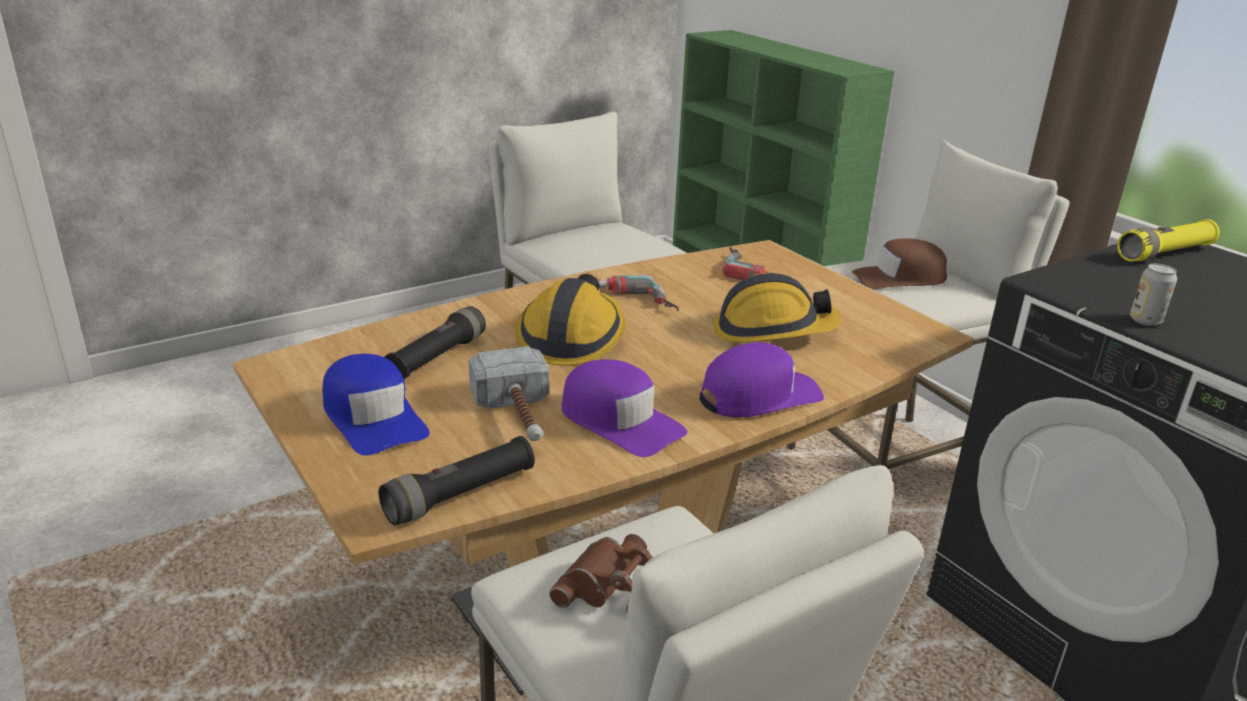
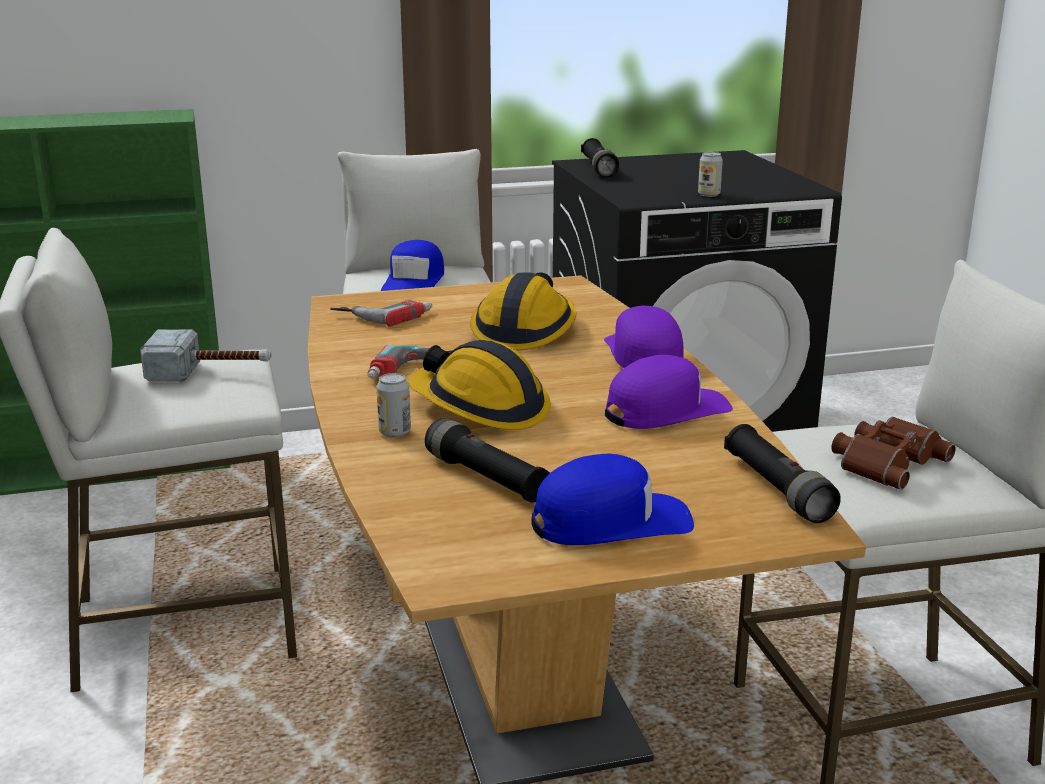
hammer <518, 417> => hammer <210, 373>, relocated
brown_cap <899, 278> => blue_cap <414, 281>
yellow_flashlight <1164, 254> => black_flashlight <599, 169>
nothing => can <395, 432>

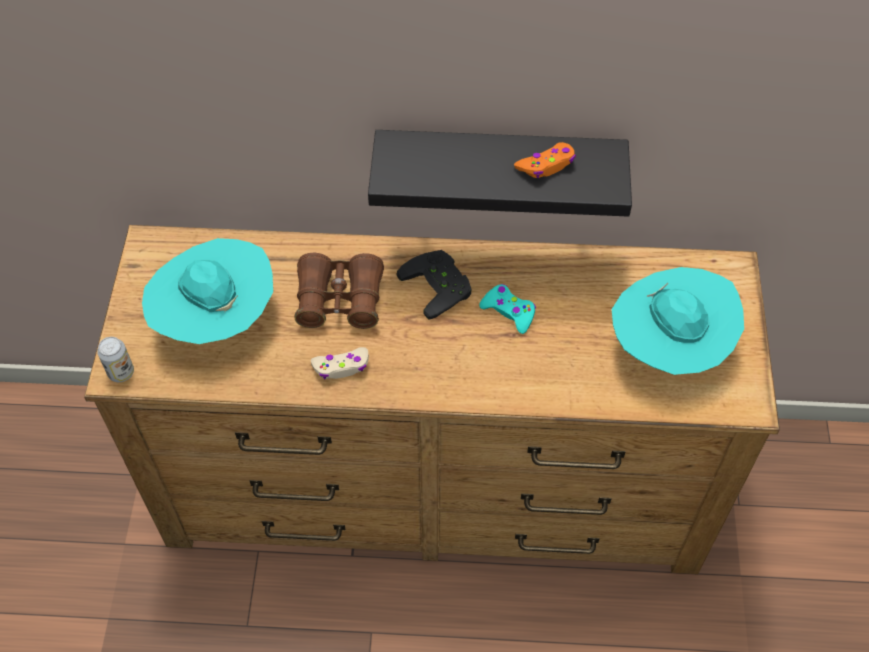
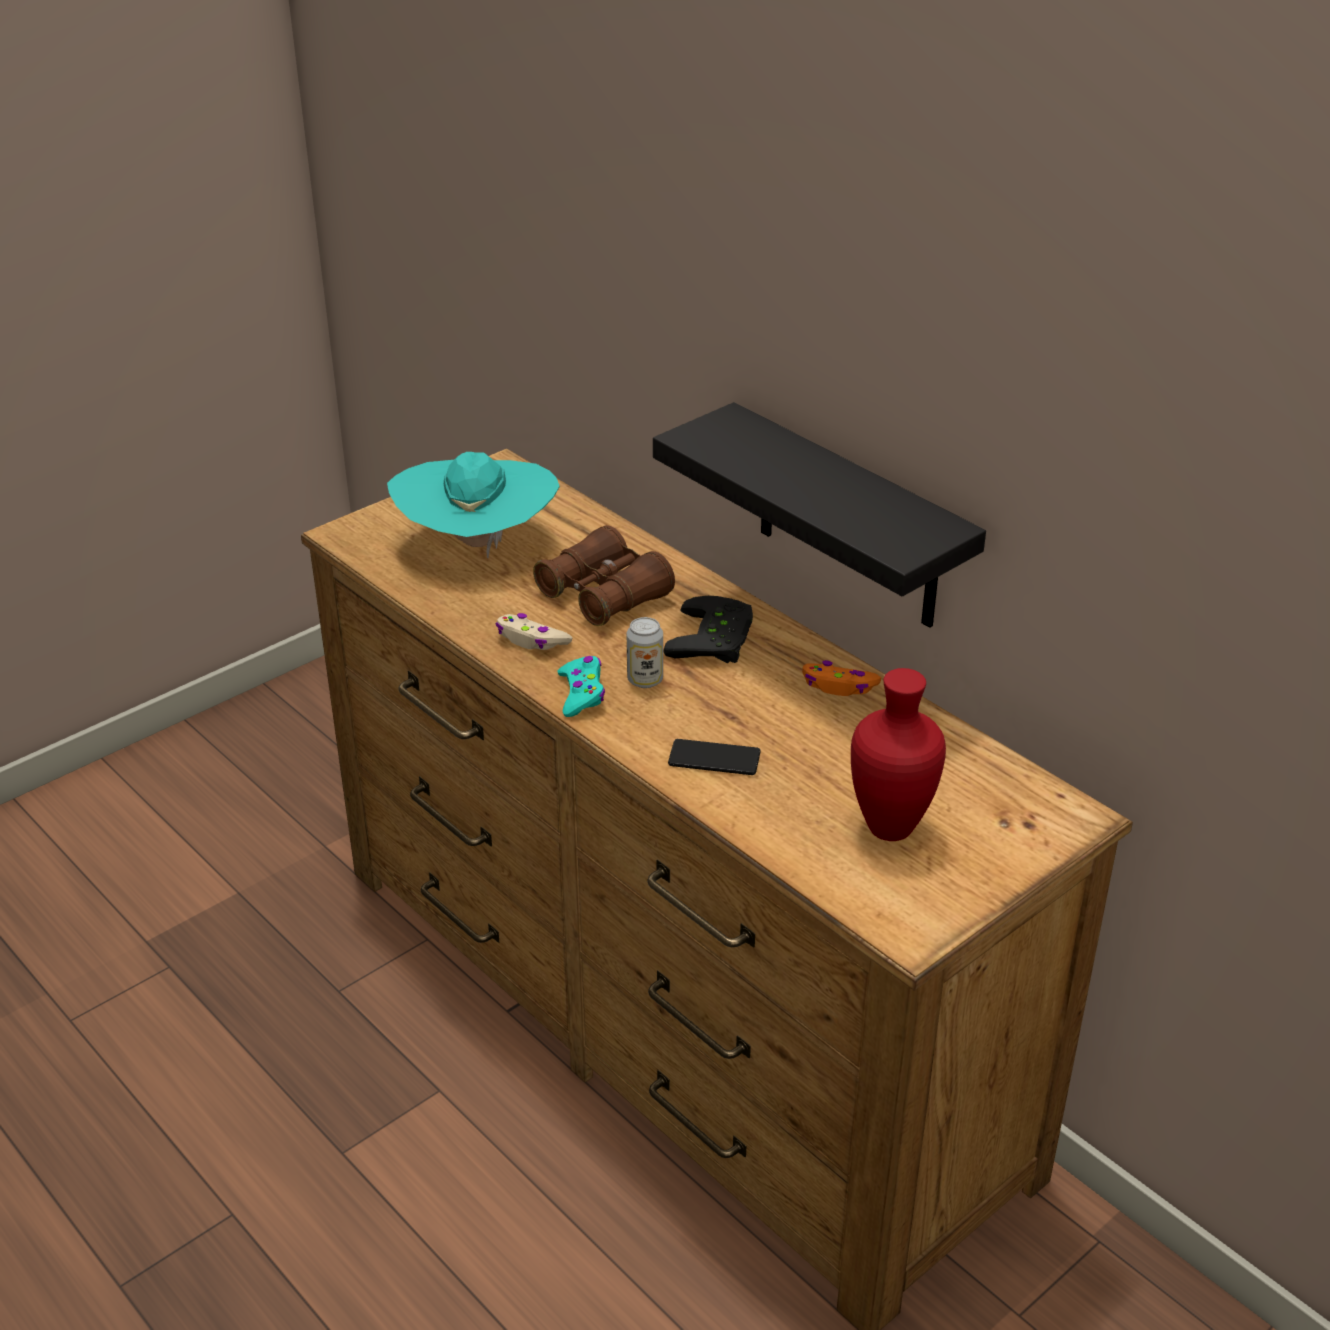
can <121, 372> => can <645, 680>, relocated
turquoise_game_controller <509, 311> => turquoise_game_controller <582, 693>, relocated
orange_game_controller <546, 165> => orange_game_controller <839, 686>, relocated
turquoise_hat <669, 348> => red_vase <887, 829>
nothing => phone <714, 758>

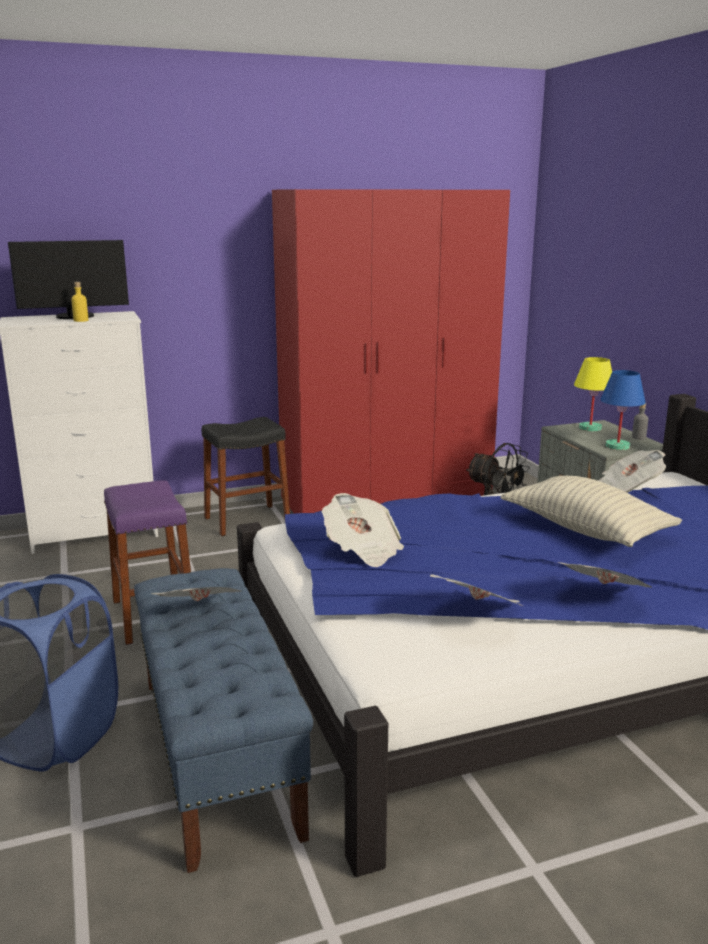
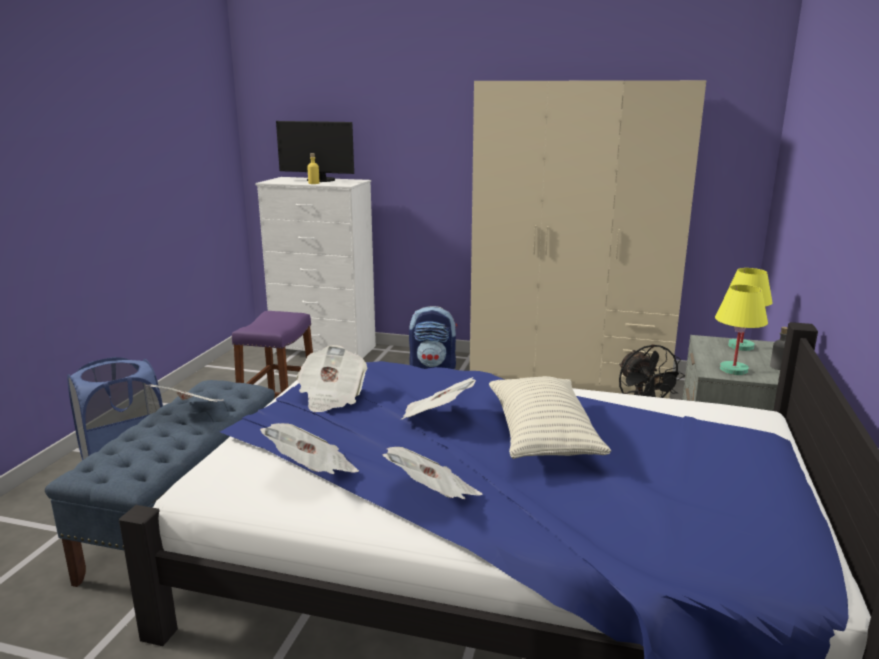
black_stool <247, 520> => backpack <433, 366>
red_wardrobe <387, 498> => beige_wardrobe <569, 377>
newspaper <625, 490> => newspaper <436, 417>, relocated
blue_table_lamp <617, 446> => yellow_table_lamp <733, 370>

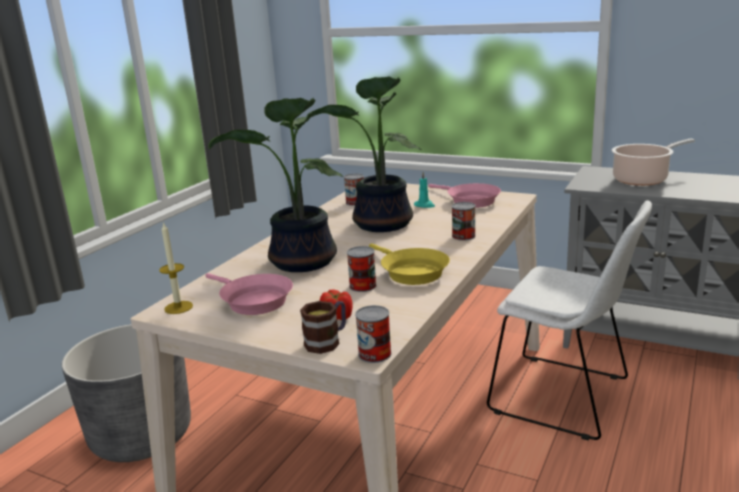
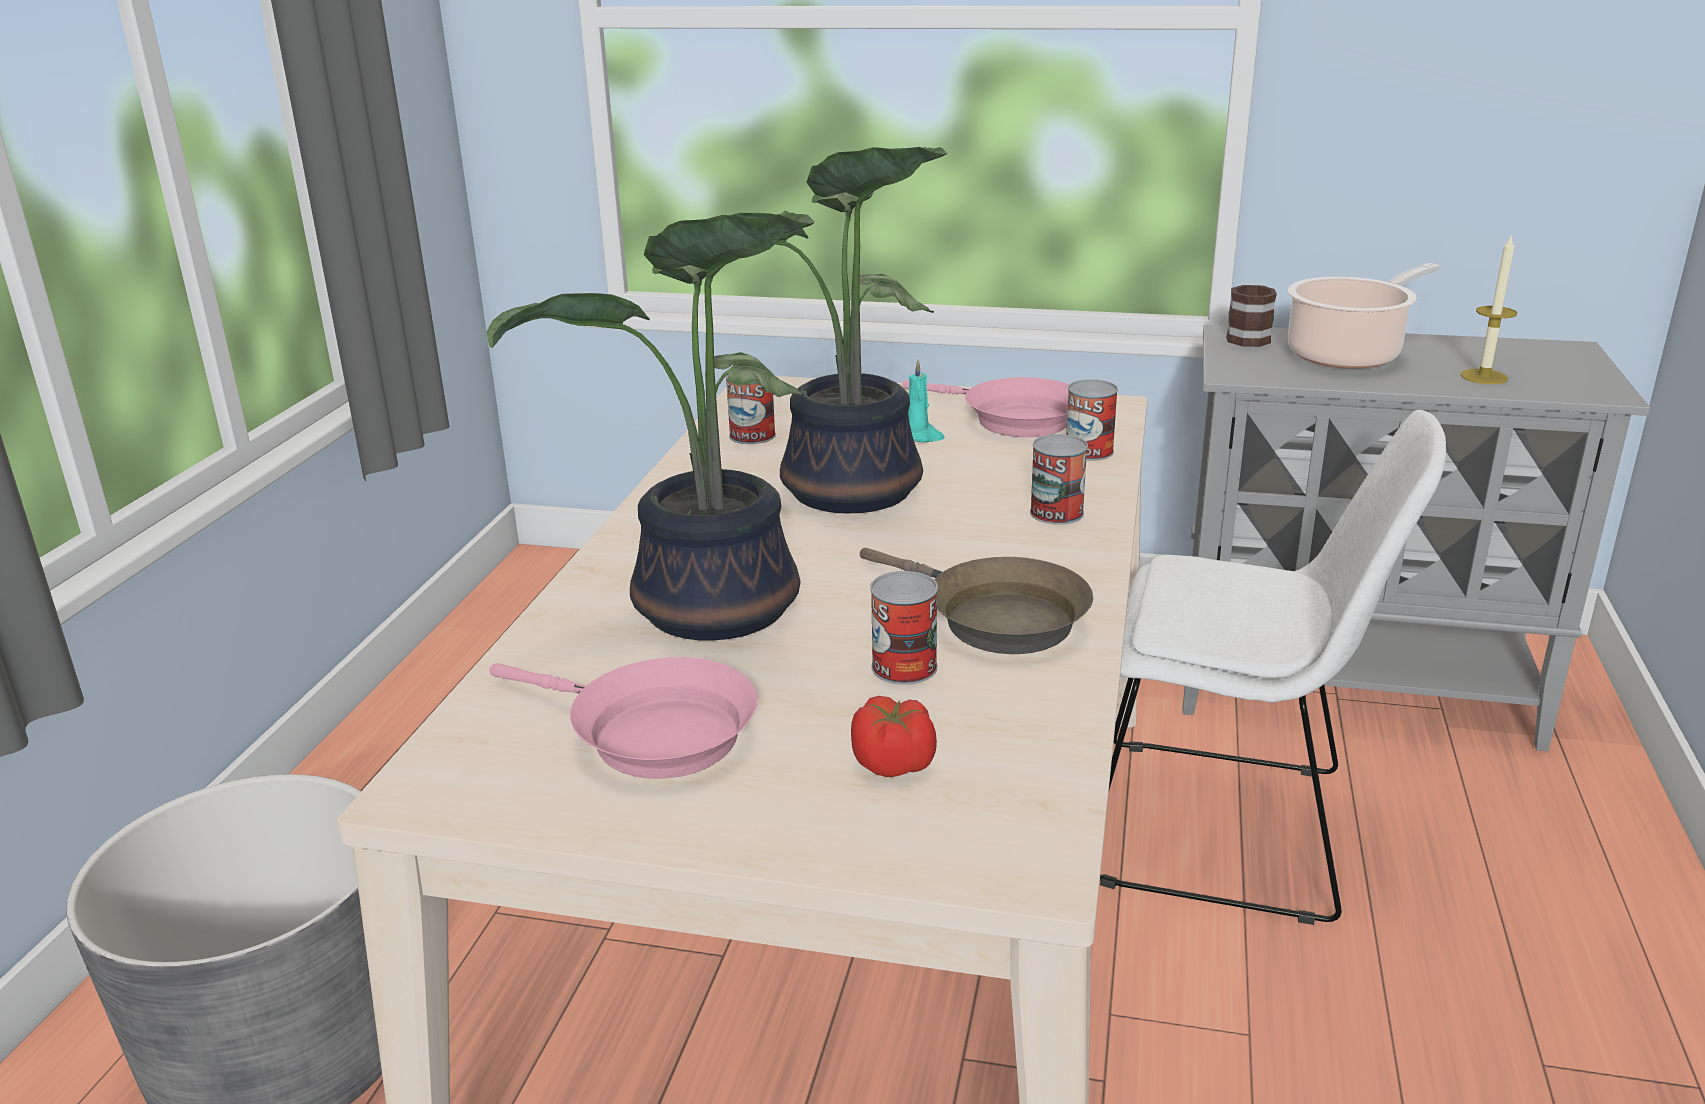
candle <178, 307> => candle <1484, 377>, relocated
mug <327, 341> => mug <1251, 337>, relocated
can <374, 354> => can <1089, 451>, relocated
yellow_frying_pan <410, 272> => brown_frying_pan <995, 619>

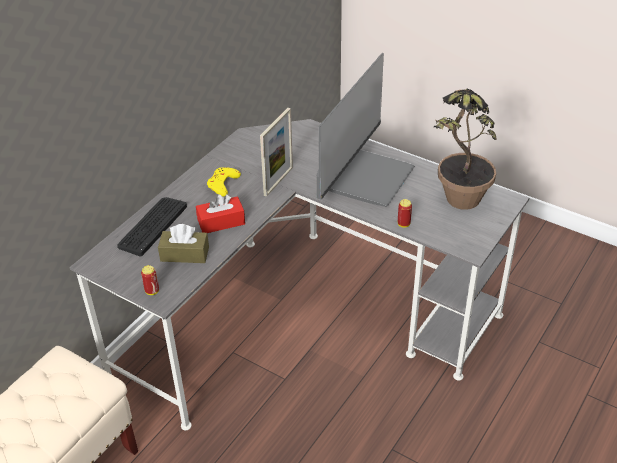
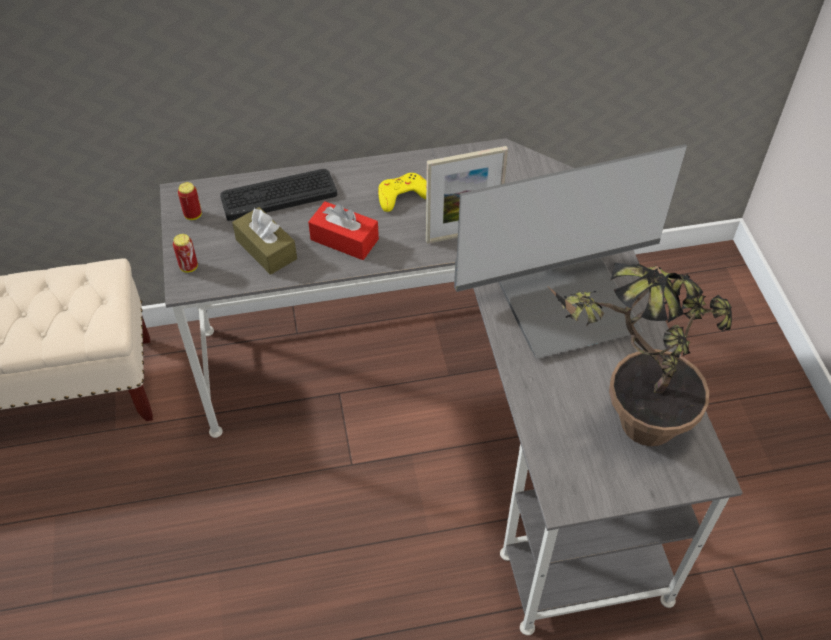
can <403, 224> => can <193, 215>, relocated

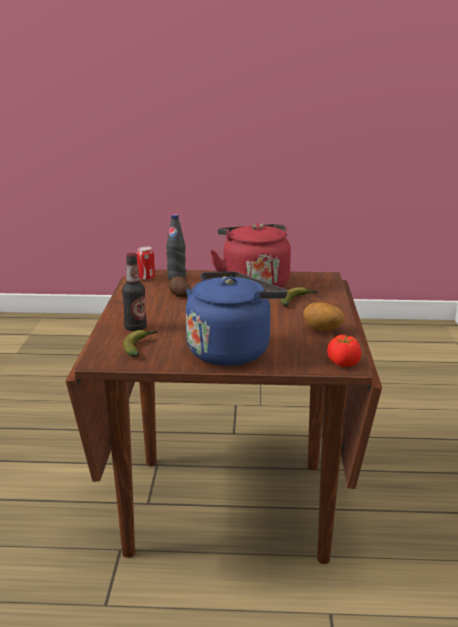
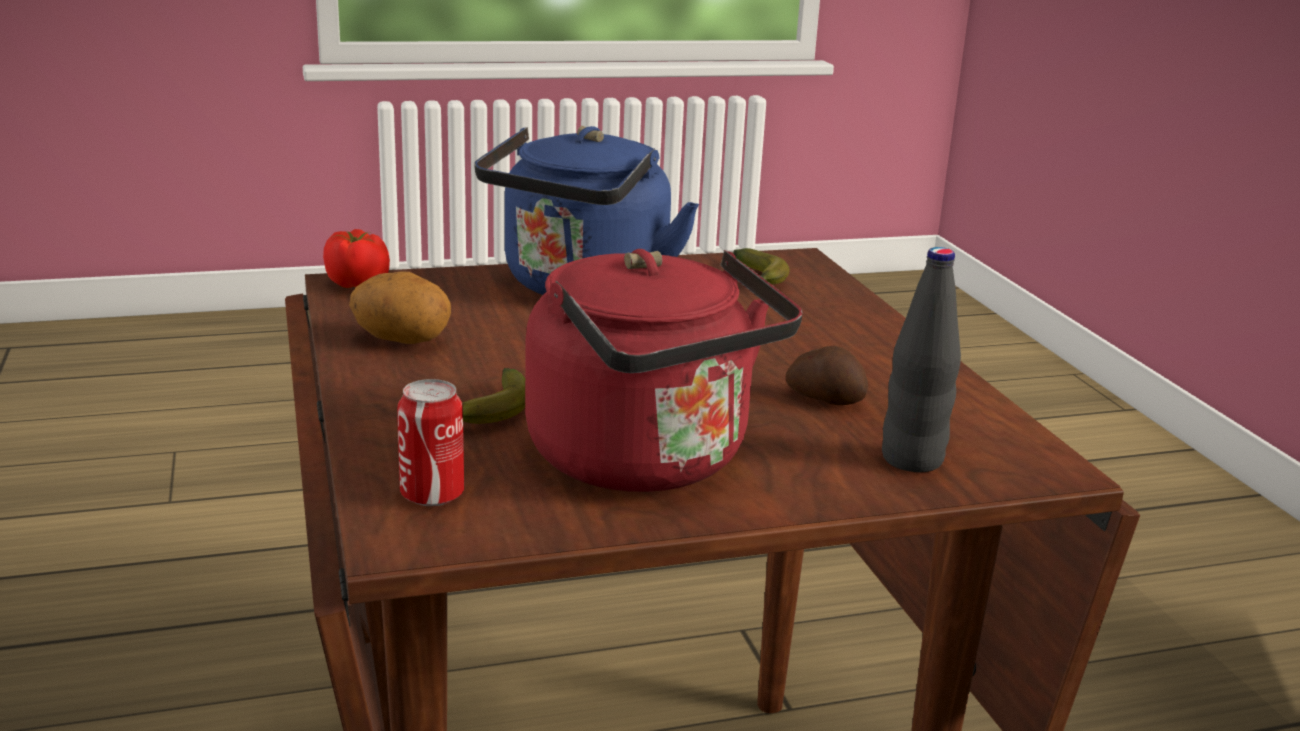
bottle <135, 328> => nothing
can <146, 278> => can <432, 495>, relocated

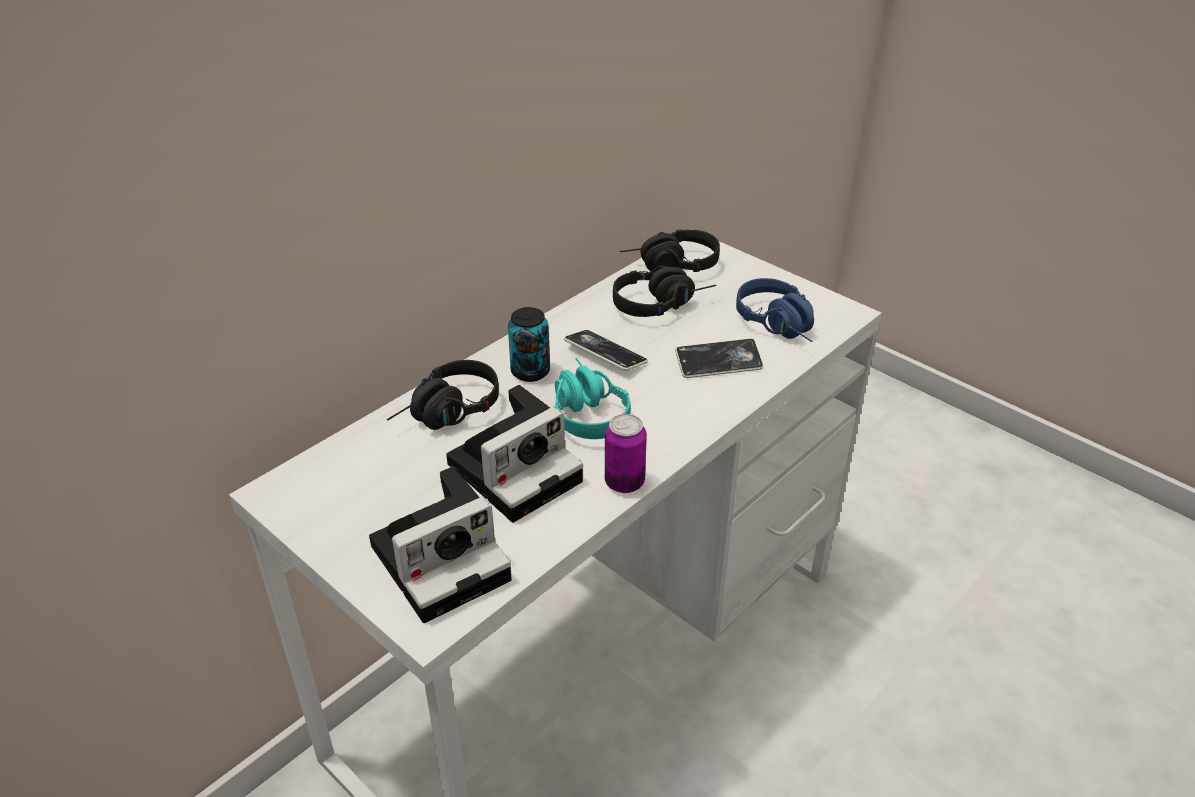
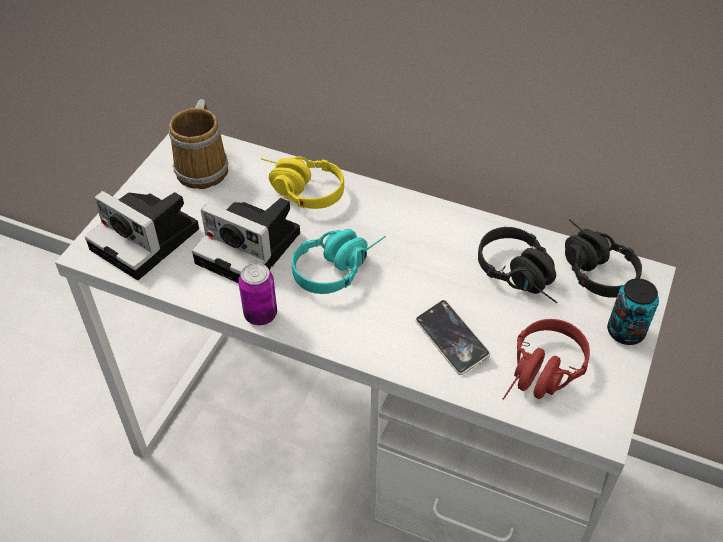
black_headphones <446, 414> => yellow_headphones <299, 191>
can <530, 371> => can <625, 332>, relocated
phone <605, 354> => nothing
blue_headphones <781, 326> => red_headphones <540, 377>
nothing => mug <204, 168>

